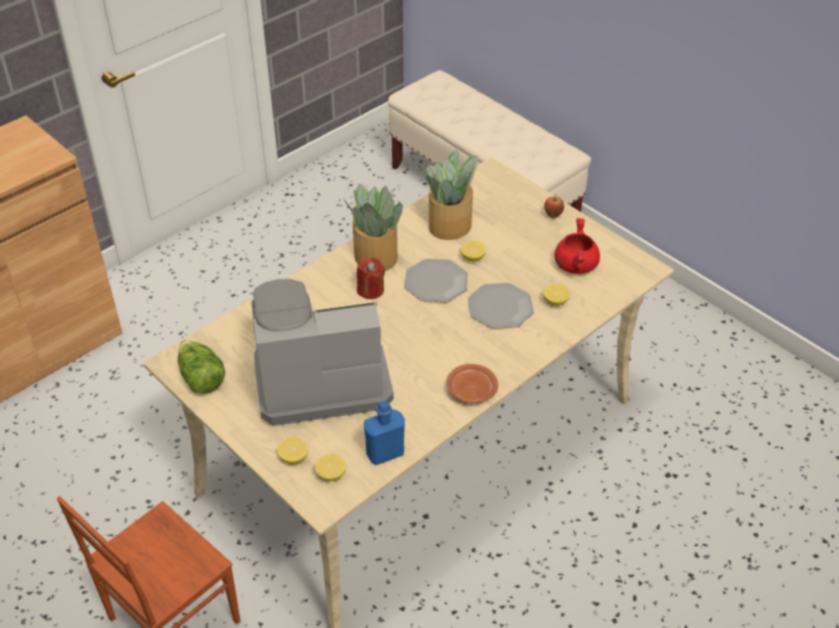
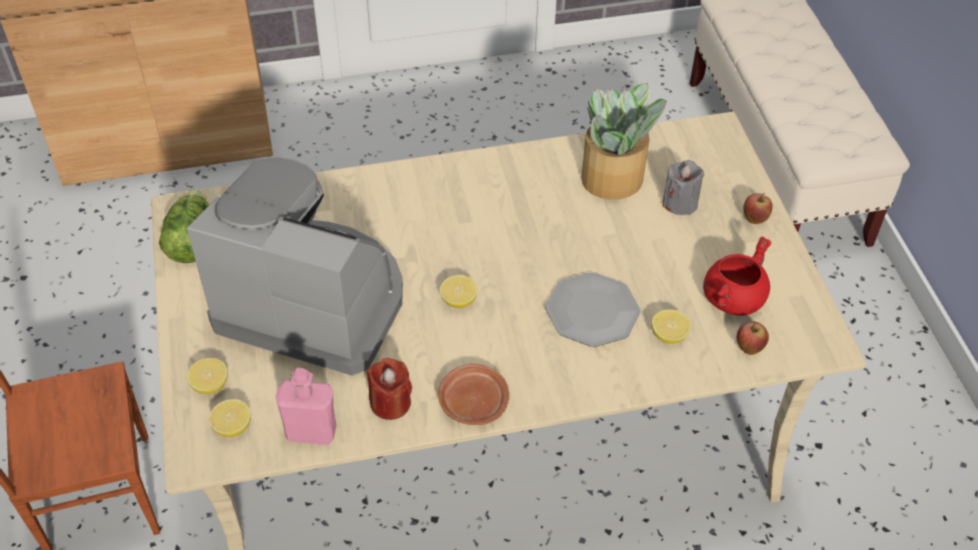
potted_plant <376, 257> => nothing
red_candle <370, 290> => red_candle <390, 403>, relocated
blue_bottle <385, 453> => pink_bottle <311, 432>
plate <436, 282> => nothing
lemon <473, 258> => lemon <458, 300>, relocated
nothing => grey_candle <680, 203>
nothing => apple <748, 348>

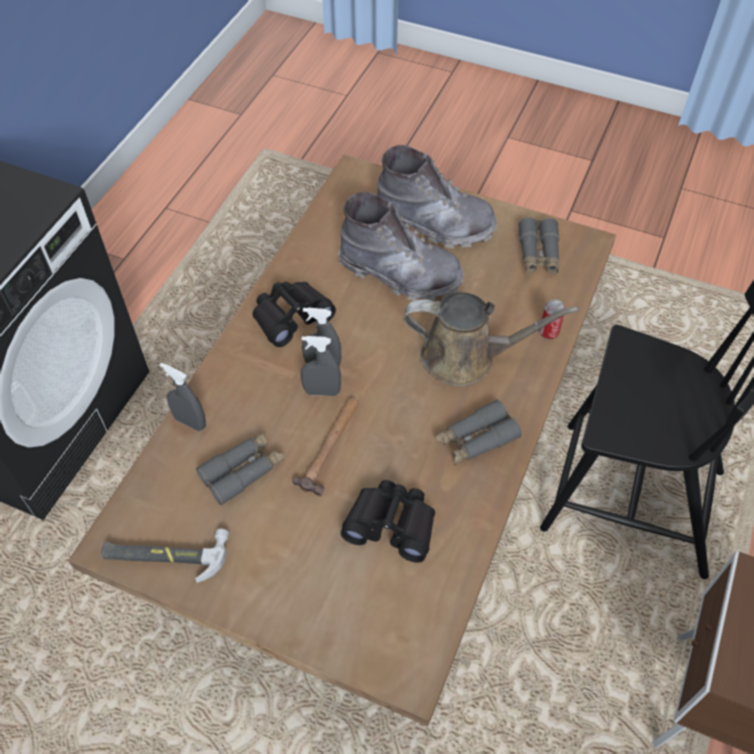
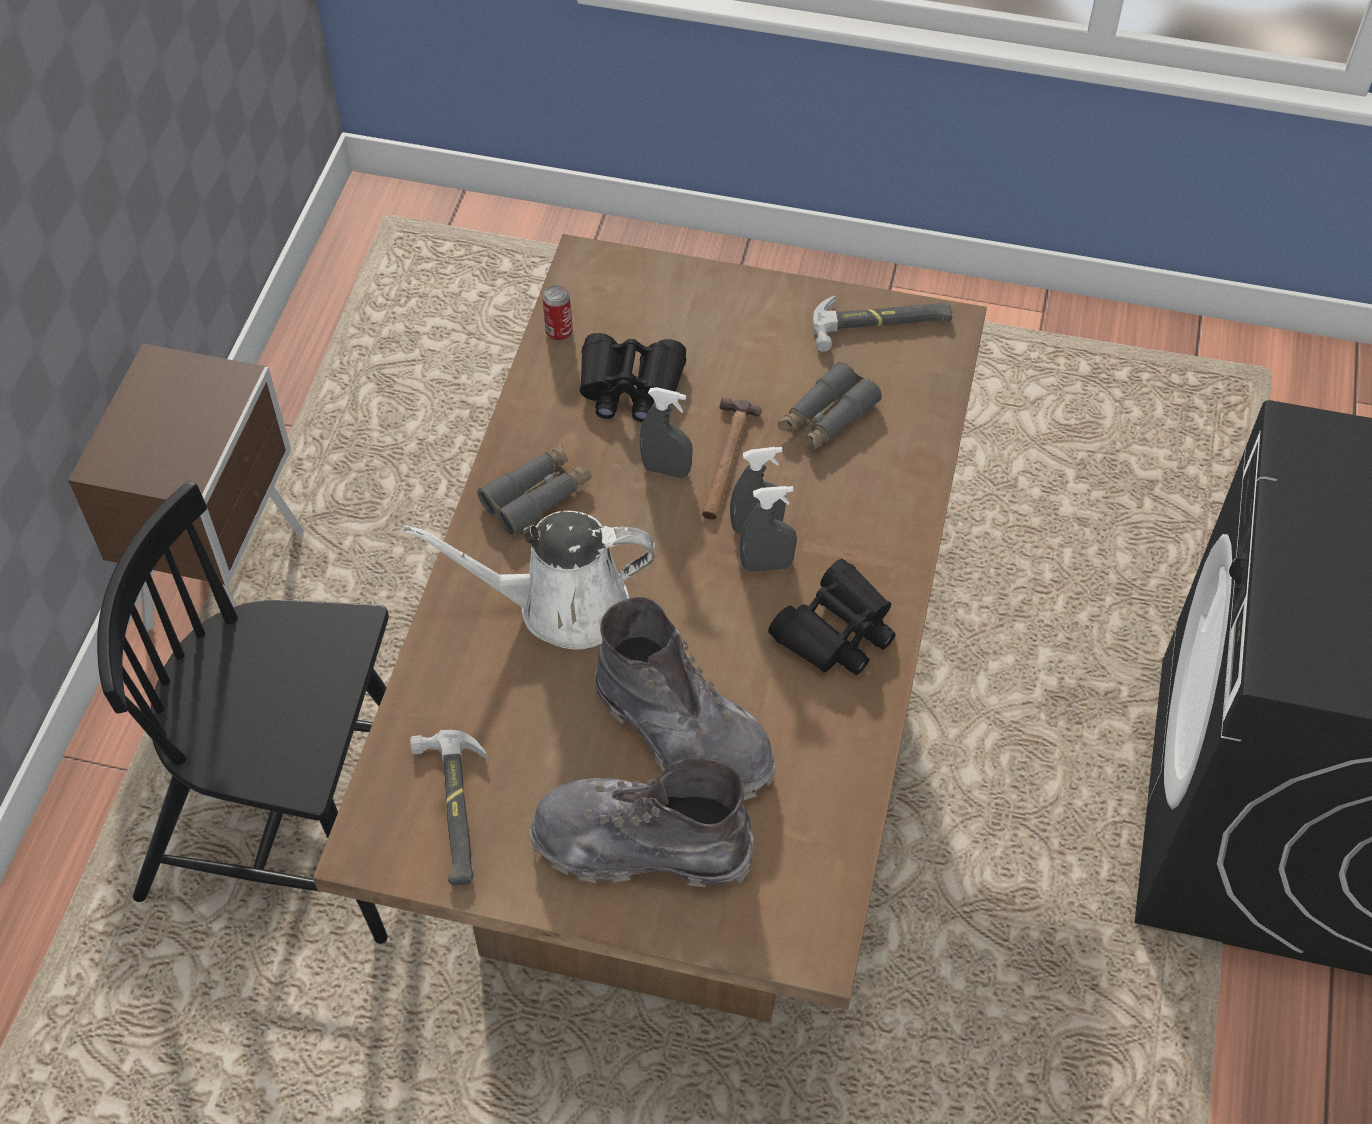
grey_spray_bottle <190, 422> => grey_spray_bottle <666, 470>, relocated
grey_boot <400, 274> => grey_boot <683, 733>, 150 degrees counterclockwise
brown_watering_can <466, 357> => white_watering_can <561, 606>
grey_binoculars <538, 253> => hammer <453, 810>
can <548, 332> => can <559, 332>, relocated

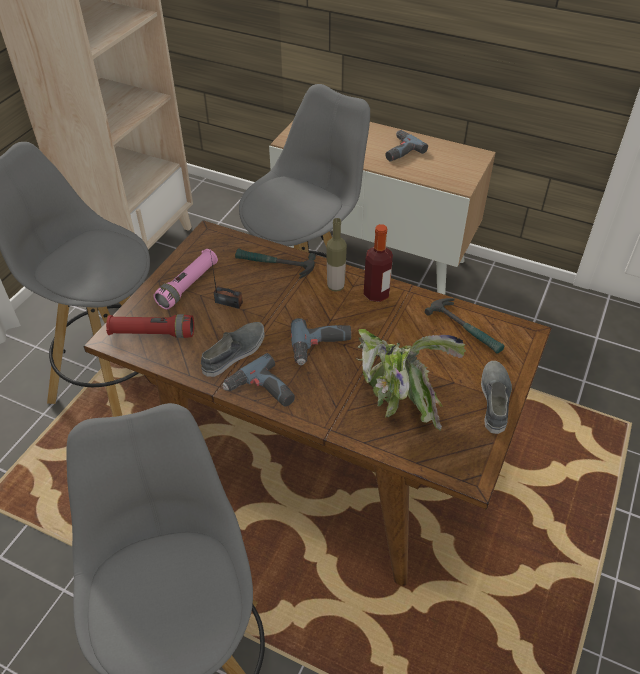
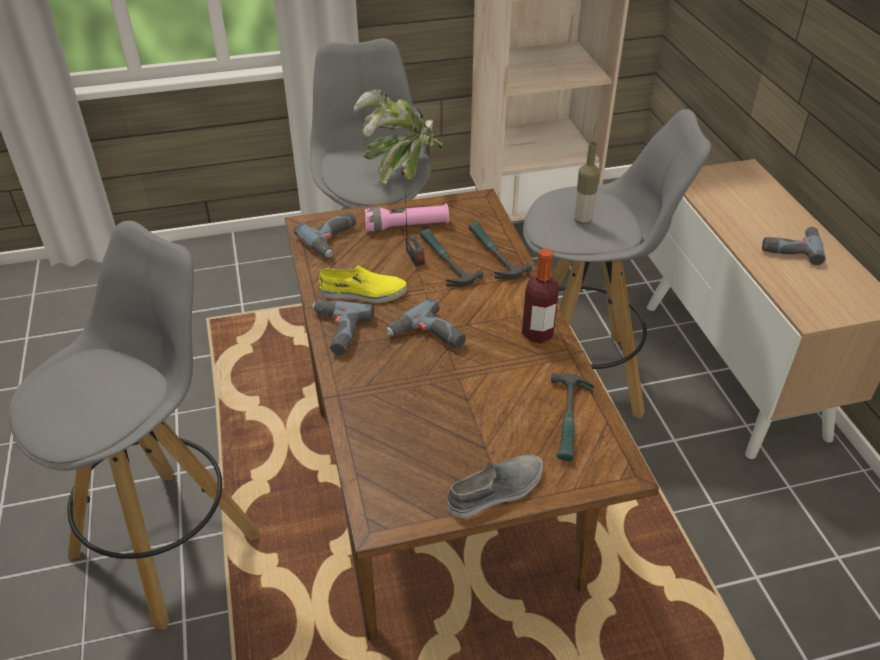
red_flashlight <152, 333> => power_drill <334, 240>
grey_shoe <235, 352> => yellow_shoe <363, 293>
bottle <335, 286> => bottle <582, 220>, relocated
potted_plant <397, 397> => potted_plant <402, 169>, relocated
nothing => hammer <444, 261>

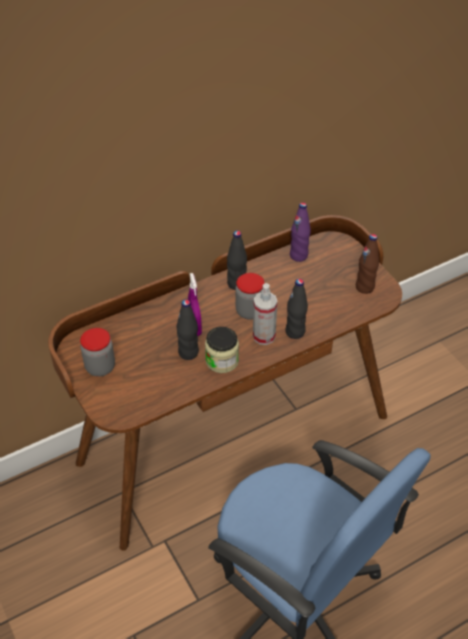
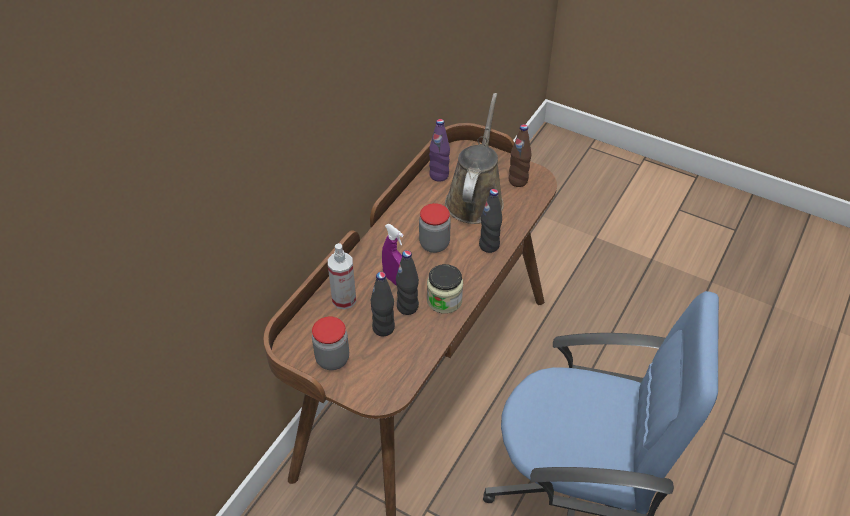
black_bottle <236, 284> => black_bottle <383, 328>, relocated
spray_bottle <264, 336> => spray_bottle <344, 300>, relocated
nothing => brown_watering_can <475, 198>

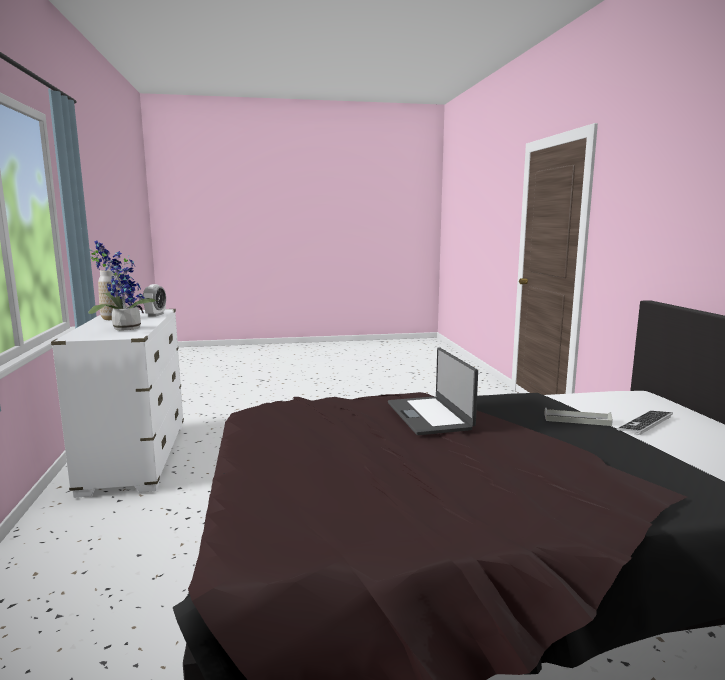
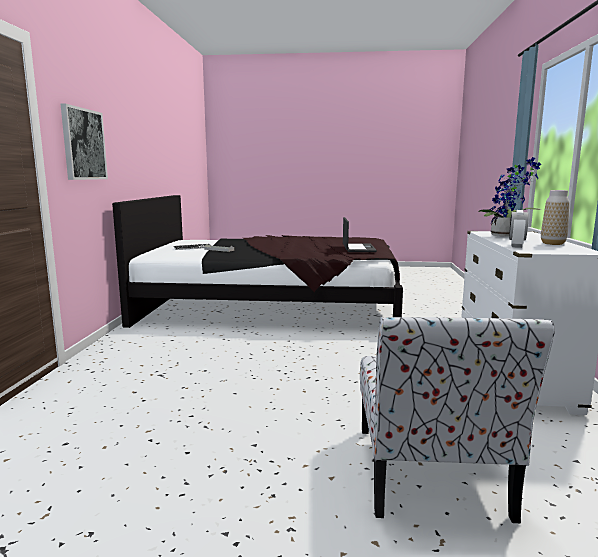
laptop <430, 415> => laptop <358, 248>, relocated
nothing => picture <83, 144>
nothing => chair <430, 473>

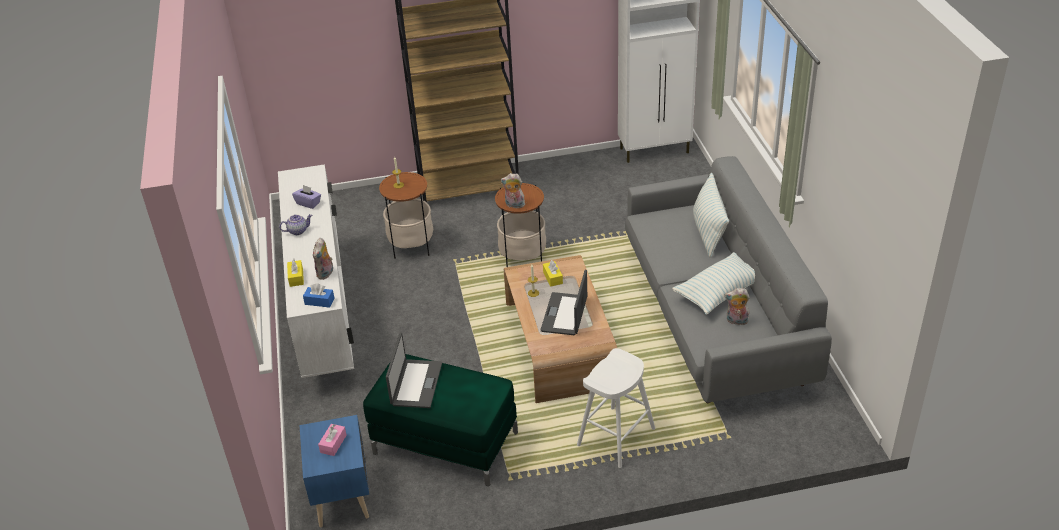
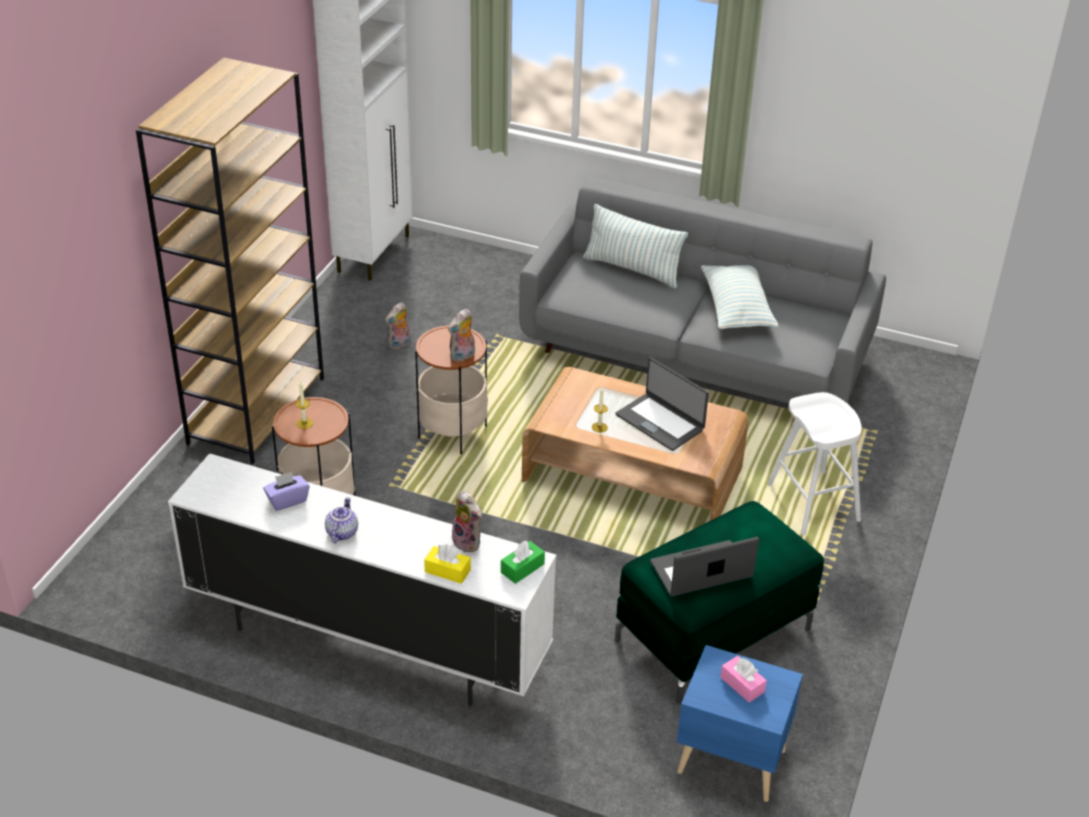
blue_tissue_box <319, 301> => green_tissue_box <522, 568>
laptop <415, 384> => laptop <701, 571>, 60 degrees counterclockwise
yellow_tissue_box <552, 277> => nothing
plush_toy <736, 321> => plush_toy <399, 344>, relocated

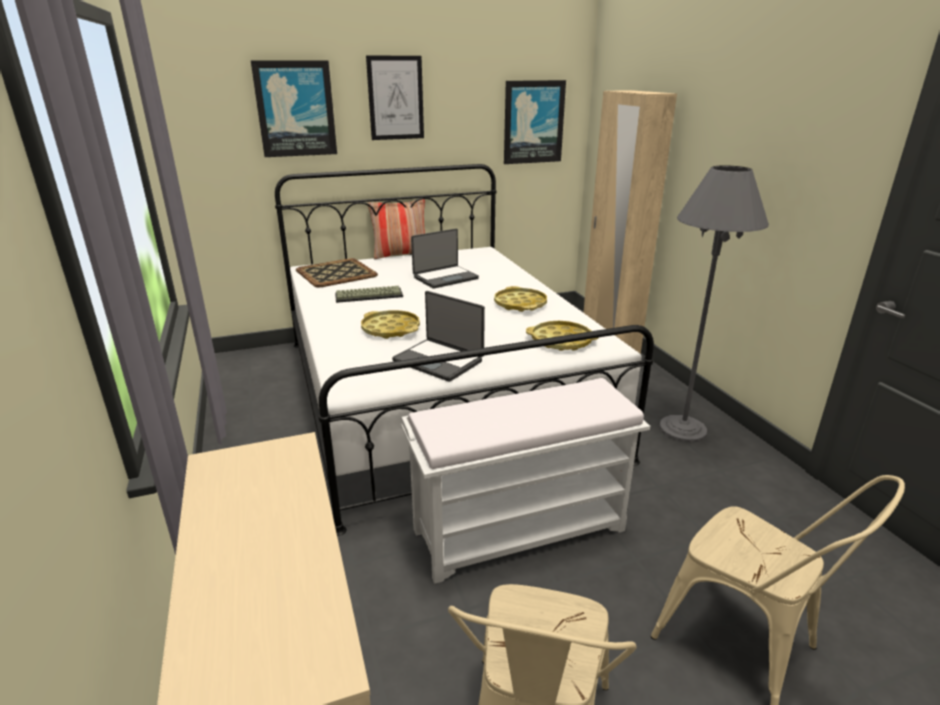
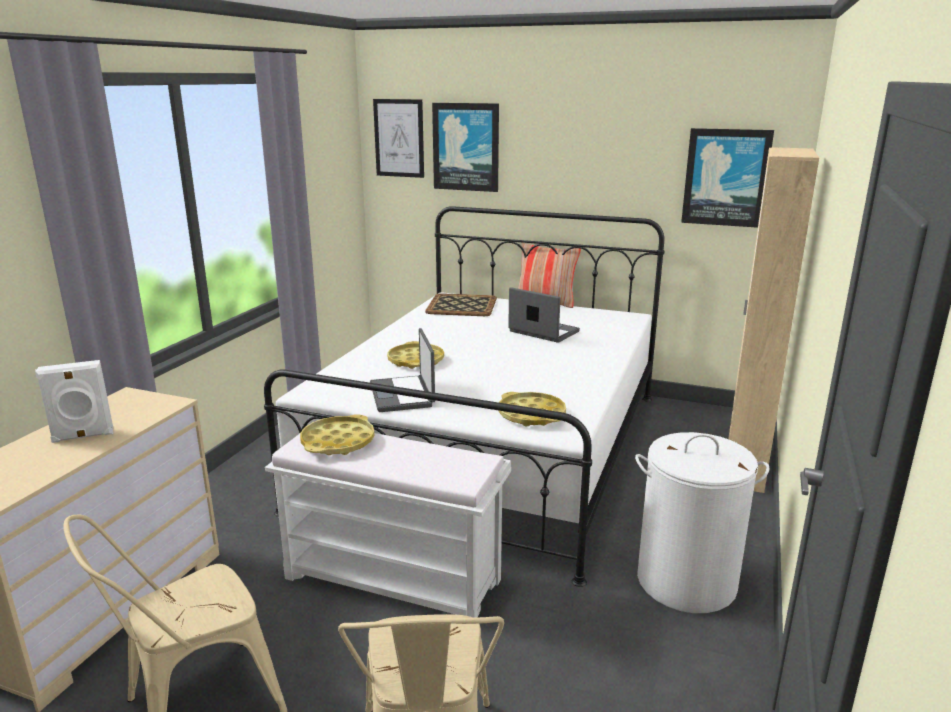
keyboard <369, 295> => nothing
picture <395, 98> => picture <399, 138>, relocated
laptop <445, 278> => laptop <543, 332>, 150 degrees counterclockwise
yellow_tray <520, 304> => yellow_tray <338, 442>, relocated
grey_floor_lamp <682, 429> => white_laundry_basket <686, 581>
nothing => white_speaker <83, 436>

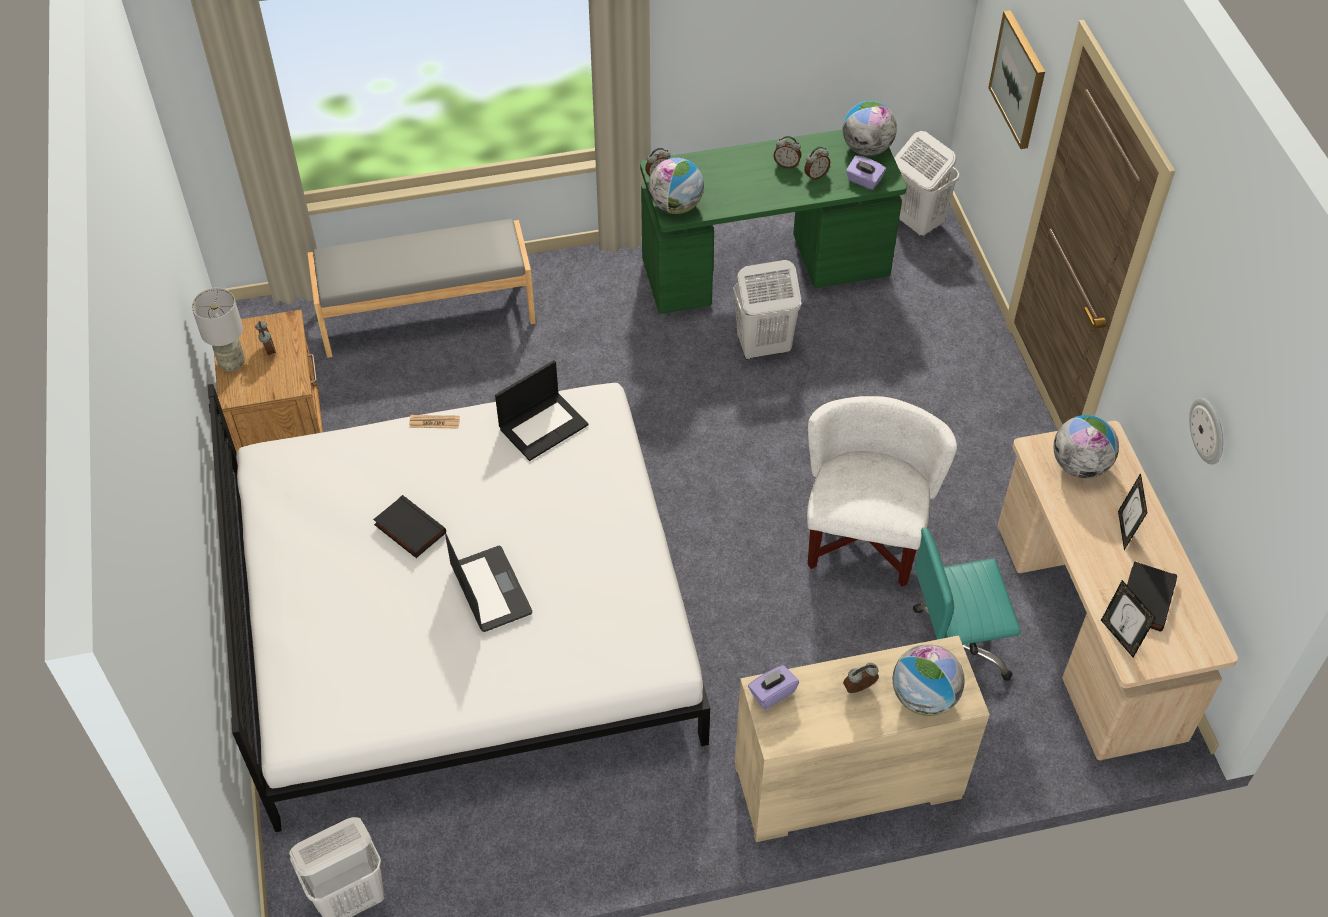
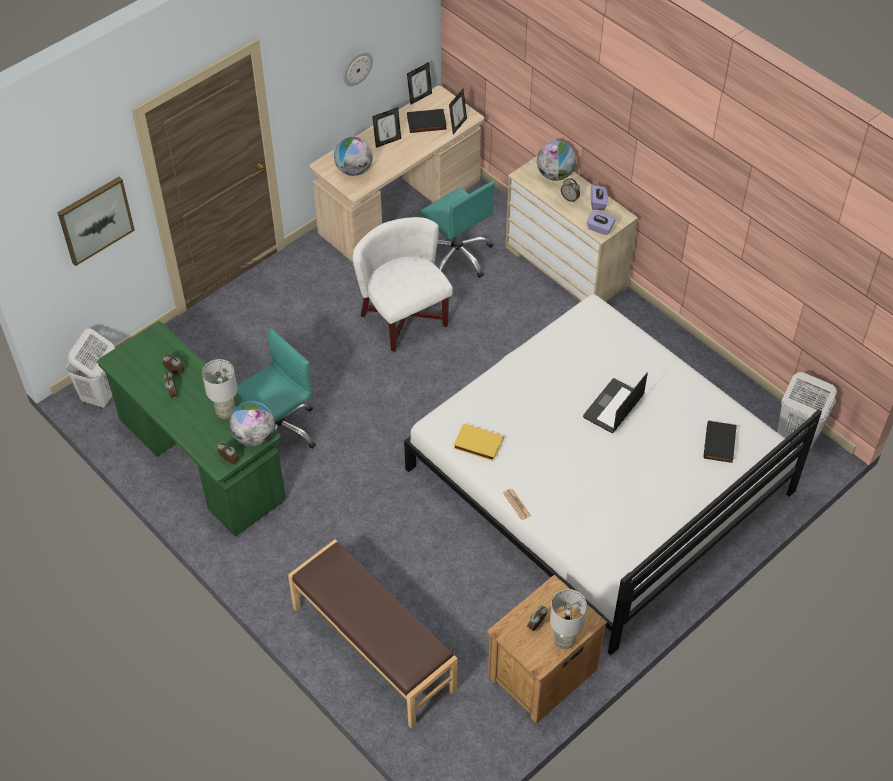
grey_bench <427, 314> => brown_bench <372, 648>
black_book <408, 529> => black_book <720, 444>, relocated
laptop <543, 425> => yellow_book <477, 444>
white_laundry_basket <762, 347> => turquoise_office_chair <279, 430>
white_armchair <864, 539> => white_armchair <405, 319>, 75 degrees clockwise
globe <866, 148> => nothing
purple_tissue_box <864, 181> => purple_tissue_box <598, 203>, relocated
nothing => grey_table_lamp <226, 412>
nothing => picture_frame <419, 97>

